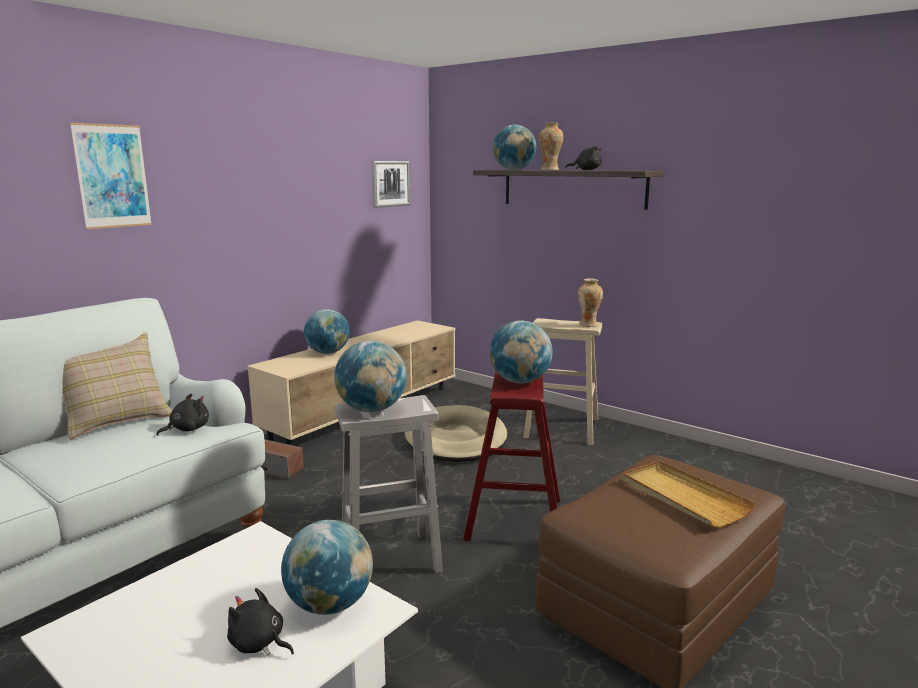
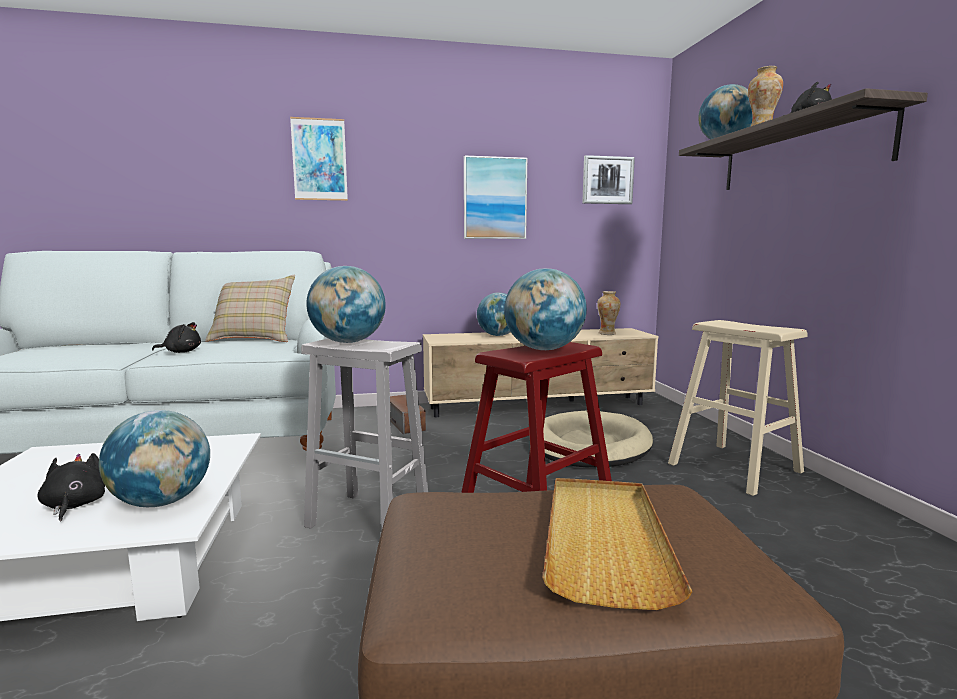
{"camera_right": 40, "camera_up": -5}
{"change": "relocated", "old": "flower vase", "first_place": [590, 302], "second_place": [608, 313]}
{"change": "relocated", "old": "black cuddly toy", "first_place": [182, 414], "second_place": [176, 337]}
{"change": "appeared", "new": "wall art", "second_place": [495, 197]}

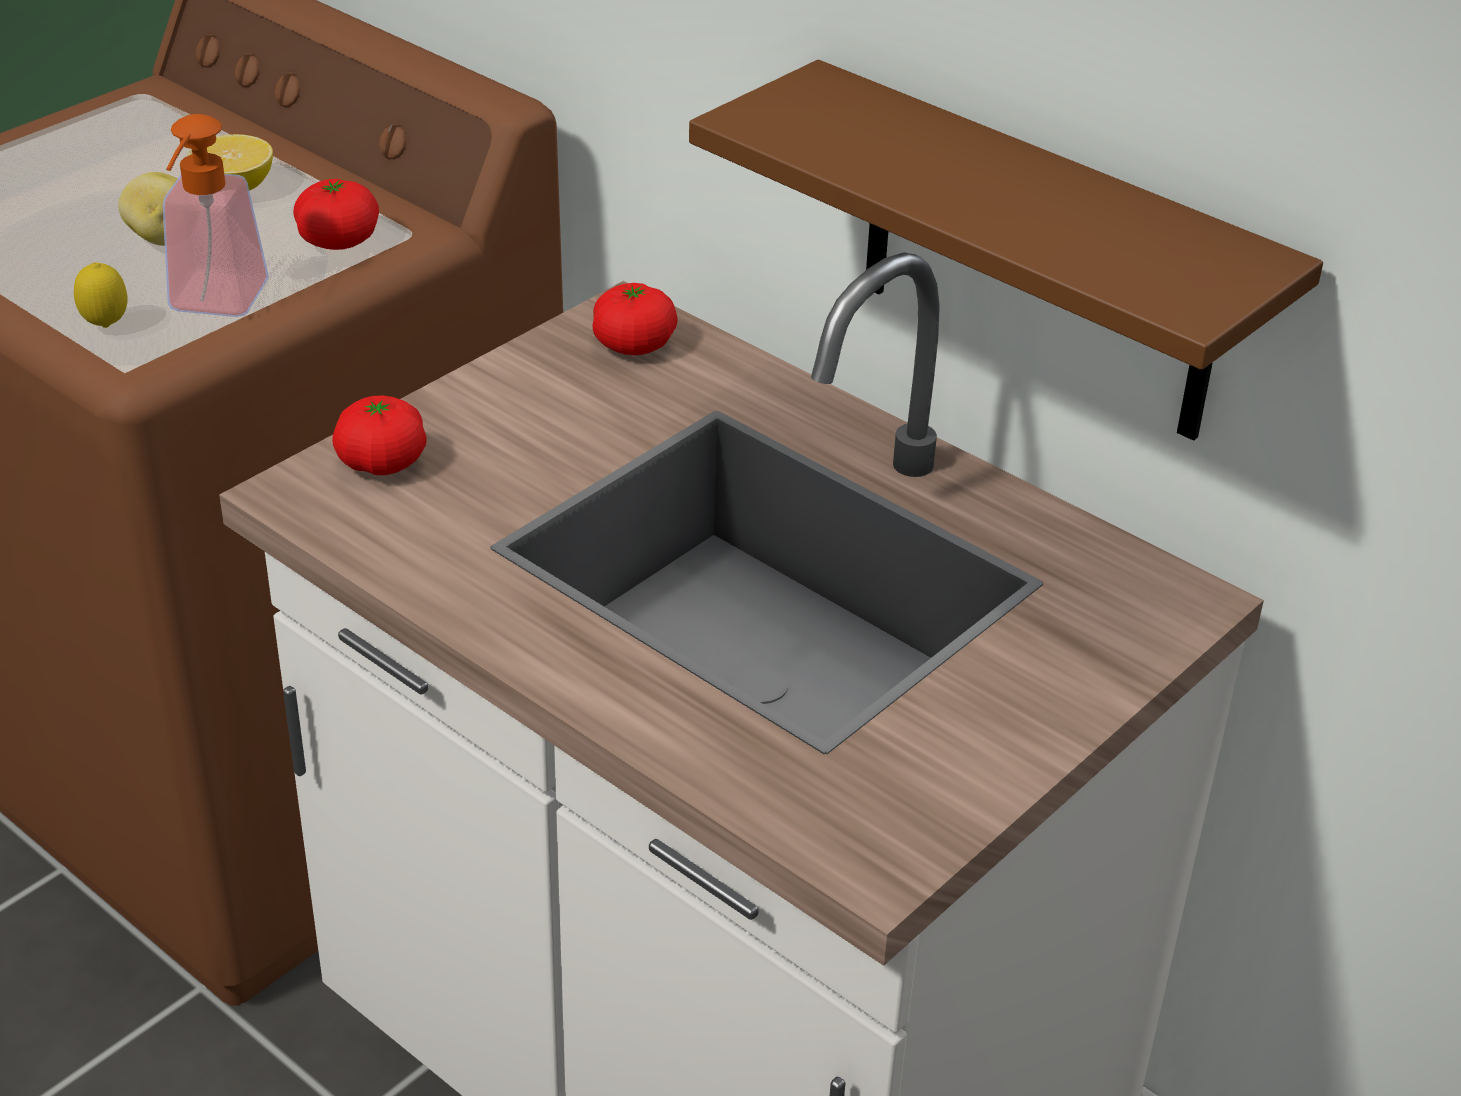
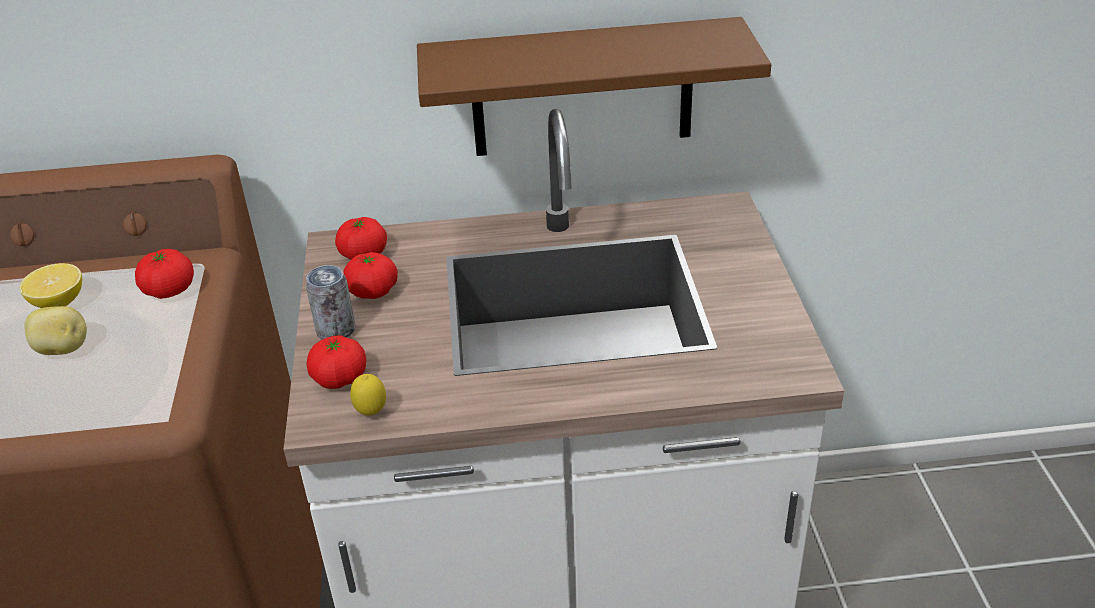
{"camera_right": -45, "camera_up": 0}
{"change": "missing", "old": "soap dispenser", "first_place": [216, 215]}
{"change": "relocated", "old": "whole lemon", "first_place": [101, 295], "second_place": [368, 394]}
{"change": "appeared", "new": "tomato", "second_place": [370, 275]}
{"change": "appeared", "new": "can", "second_place": [331, 302]}

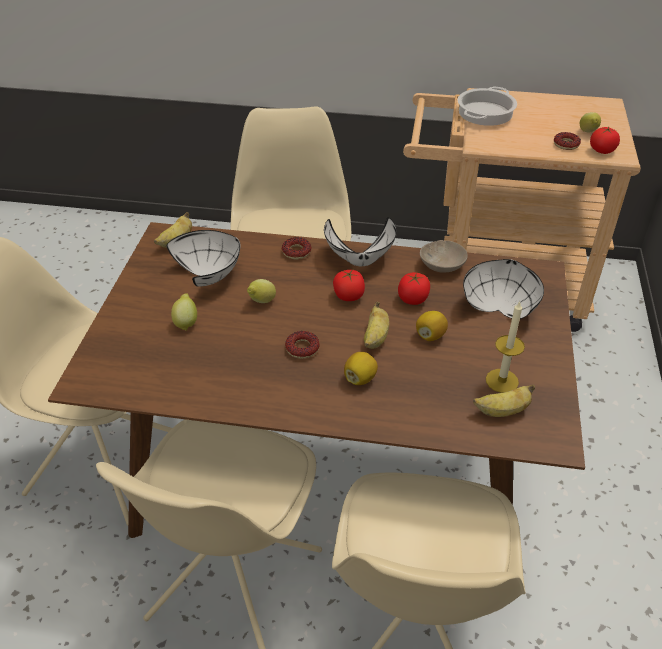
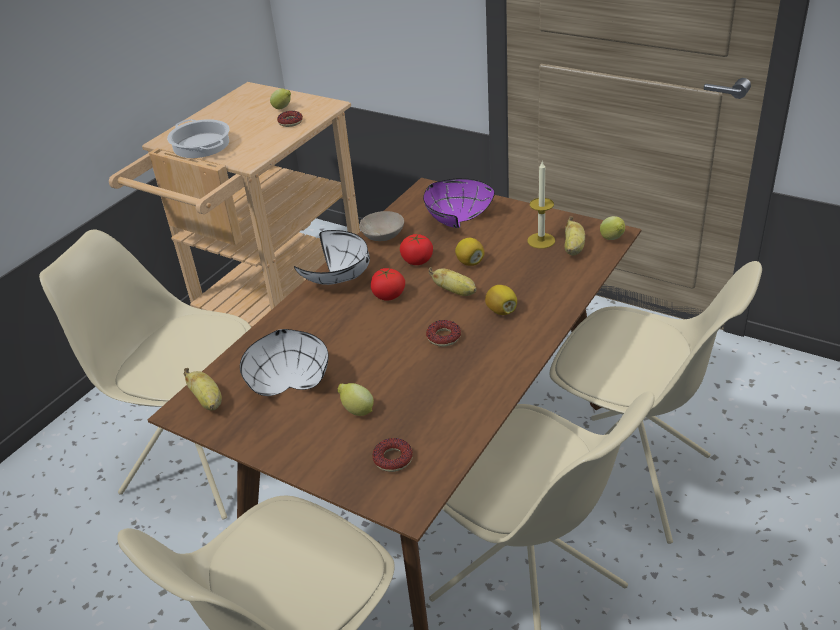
{"camera_right": -65, "camera_up": -5}
{"change": "missing", "old": "tomato", "first_place": [605, 140]}
{"change": "relocated", "old": "doughnut", "first_place": [297, 248], "second_place": [393, 455]}
{"change": "colour", "old": "white serving bowl", "new": "purple-coloured serving bowl", "first_place": [503, 289], "second_place": [459, 203]}
{"change": "relocated", "old": "whole lemon", "first_place": [261, 291], "second_place": [612, 228]}

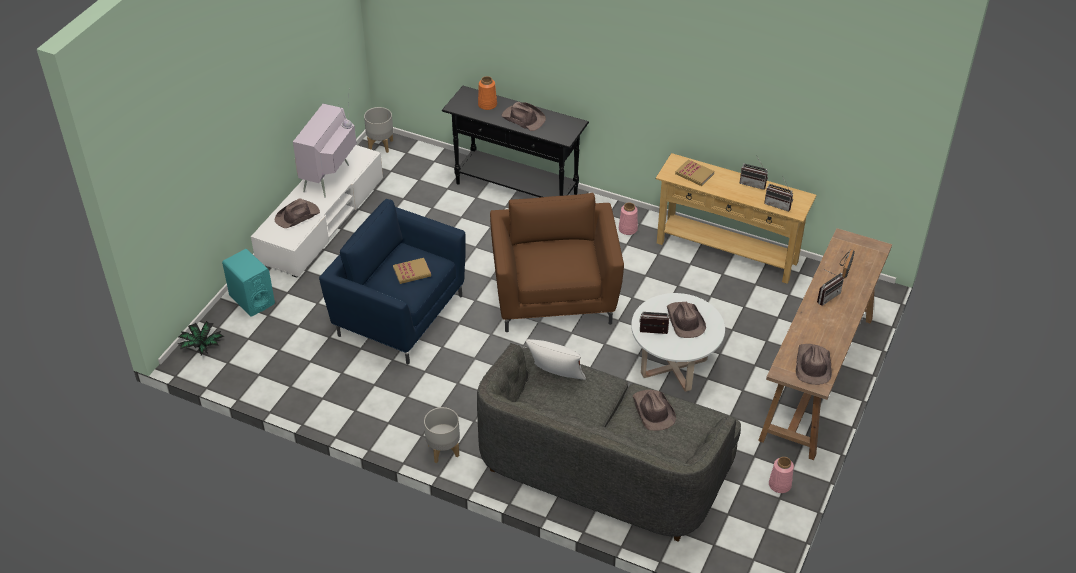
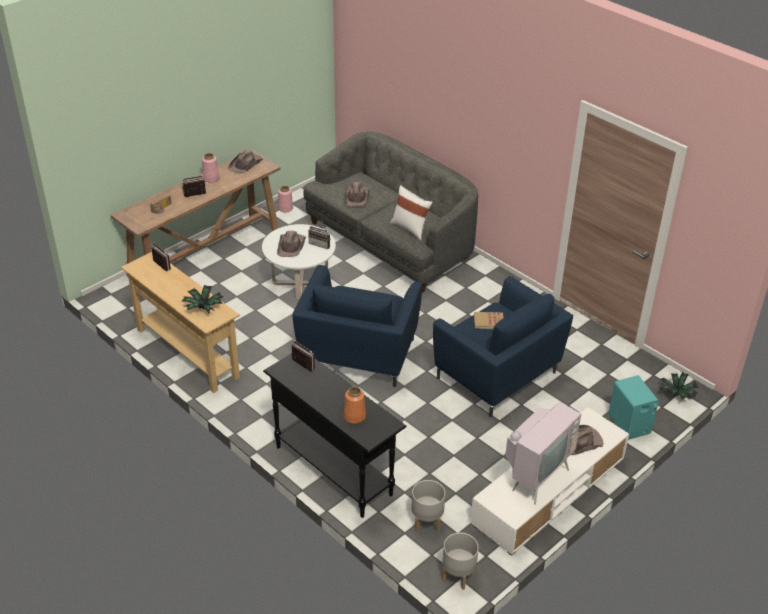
{"camera_right": -160, "camera_up": -5}
{"change": "missing", "old": "brown-coloured wearable hat", "first_place": [523, 116]}
{"change": "relocated", "old": "radio", "first_place": [754, 172], "second_place": [303, 356]}
{"change": "exchanged", "old": "bound book", "new": "plant in a pot", "first_place": [694, 172], "second_place": [202, 299]}
{"change": "colour", "old": "brown-coloured armchair", "new": "blue-coloured armchair", "first_place": [557, 262], "second_place": [357, 326]}
{"change": "relocated", "old": "pink flower vase", "first_place": [628, 219], "second_place": [211, 168]}
{"change": "relocated", "old": "grey plant pot", "first_place": [442, 435], "second_place": [428, 506]}

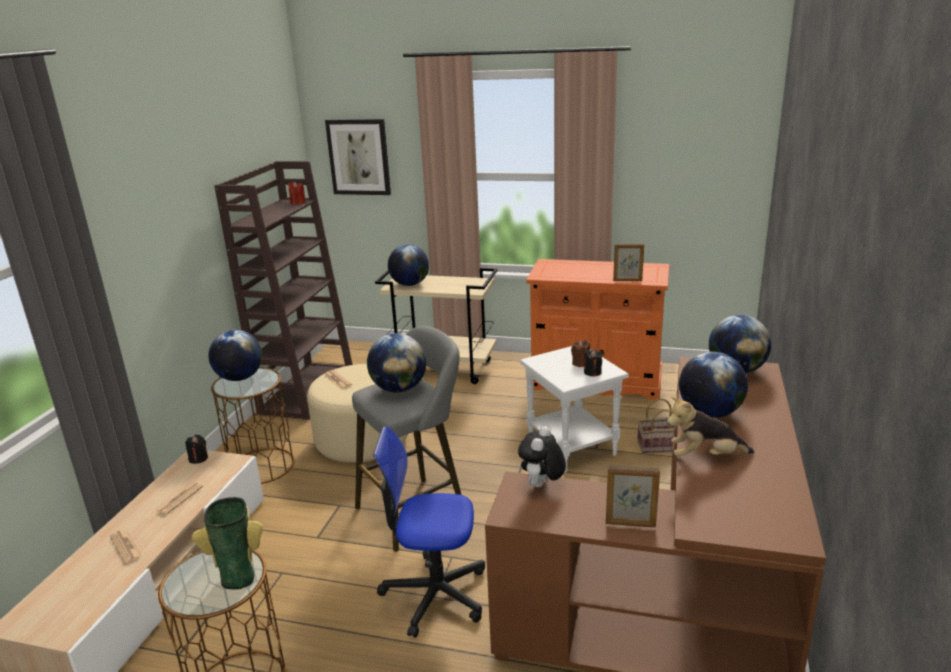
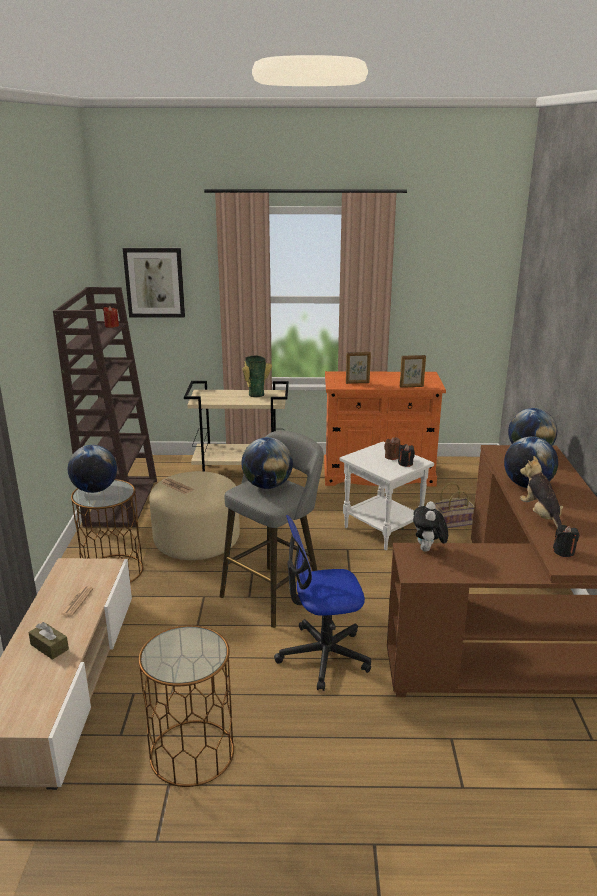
{"camera_right": -15, "camera_up": 0}
{"change": "missing", "old": "globe", "first_place": [408, 265]}
{"change": "spun", "old": "cuddly toy", "first_place": [710, 427], "second_place": [541, 492], "degrees": 90}
{"change": "relocated", "old": "black candle", "first_place": [196, 449], "second_place": [566, 541]}
{"change": "relocated", "old": "photo frame", "first_place": [633, 496], "second_place": [358, 368]}
{"change": "relocated", "old": "flower vase", "first_place": [227, 543], "second_place": [257, 376]}
{"change": "exchanged", "old": "daily paper", "new": "brown-coloured box of tissues", "first_place": [126, 547], "second_place": [48, 641]}

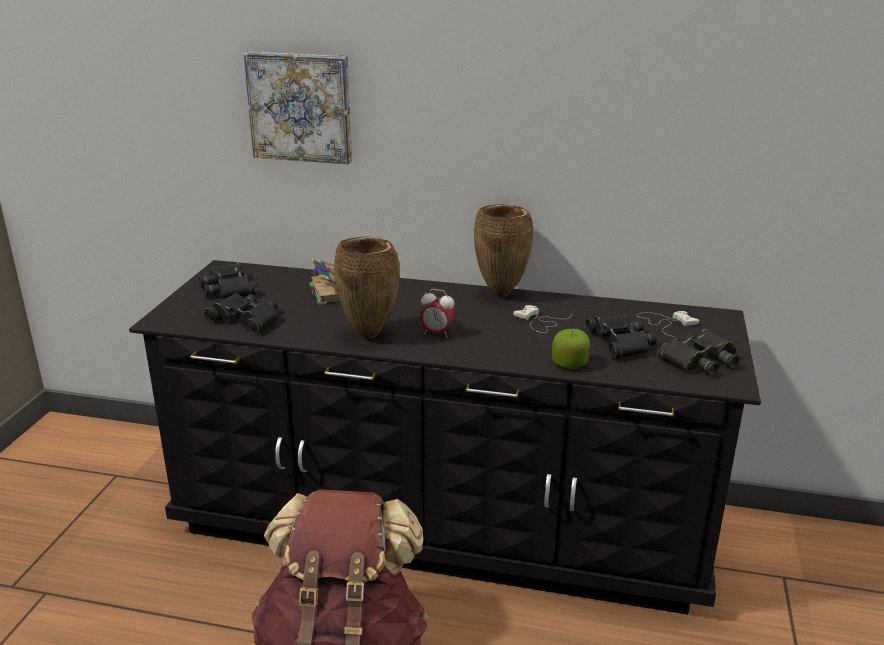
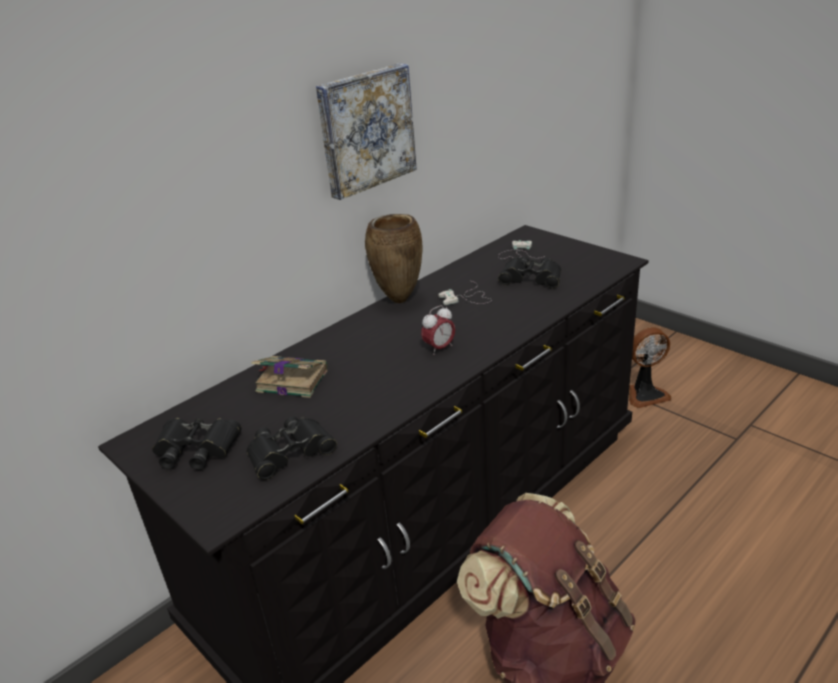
{"camera_right": -55, "camera_up": 5}
{"change": "relocated", "old": "wall art", "first_place": [298, 108], "second_place": [366, 131]}
{"change": "missing", "old": "brown-coloured flower vase", "first_place": [367, 288]}
{"change": "missing", "old": "apple", "first_place": [571, 349]}
{"change": "missing", "old": "black field glasses", "first_place": [698, 352]}
{"change": "appeared", "new": "fan", "second_place": [650, 367]}

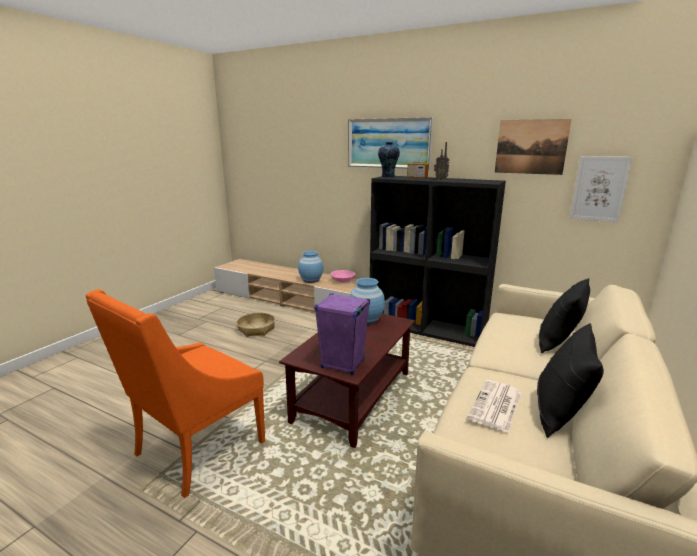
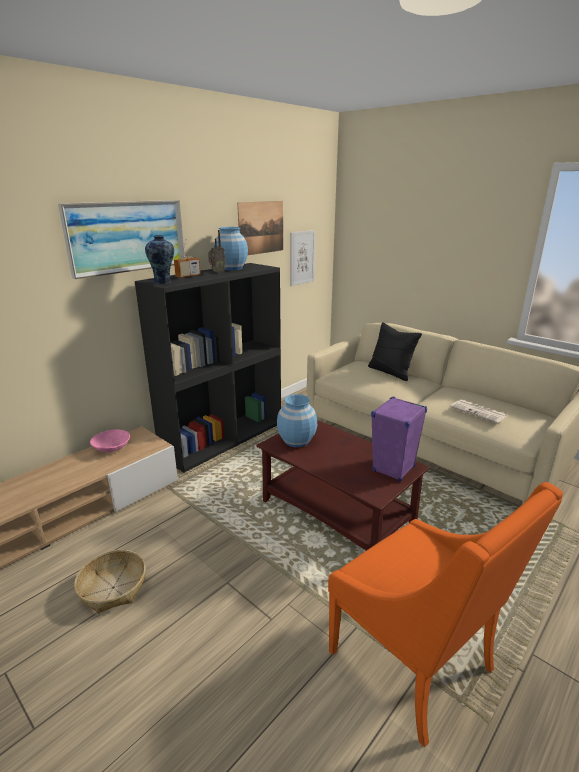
{"camera_right": -75, "camera_up": 5}
{"change": "relocated", "old": "blue-coloured flower vase", "first_place": [310, 267], "second_place": [230, 248]}
{"change": "missing", "old": "black pillow", "first_place": [570, 380]}

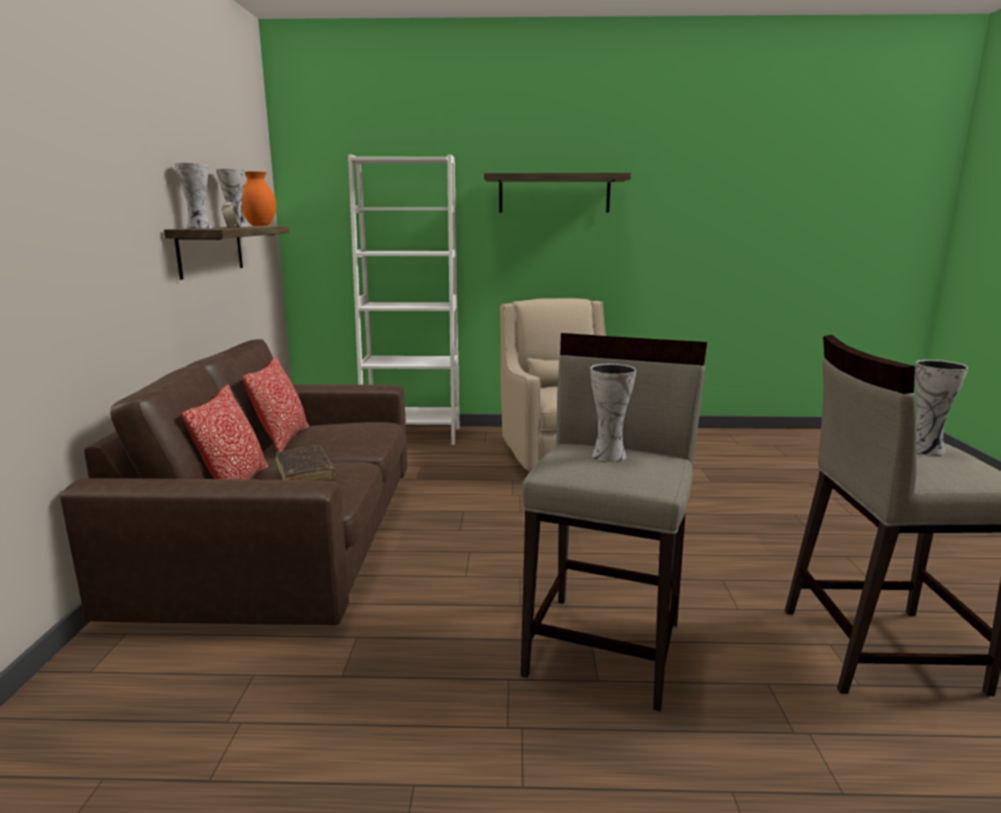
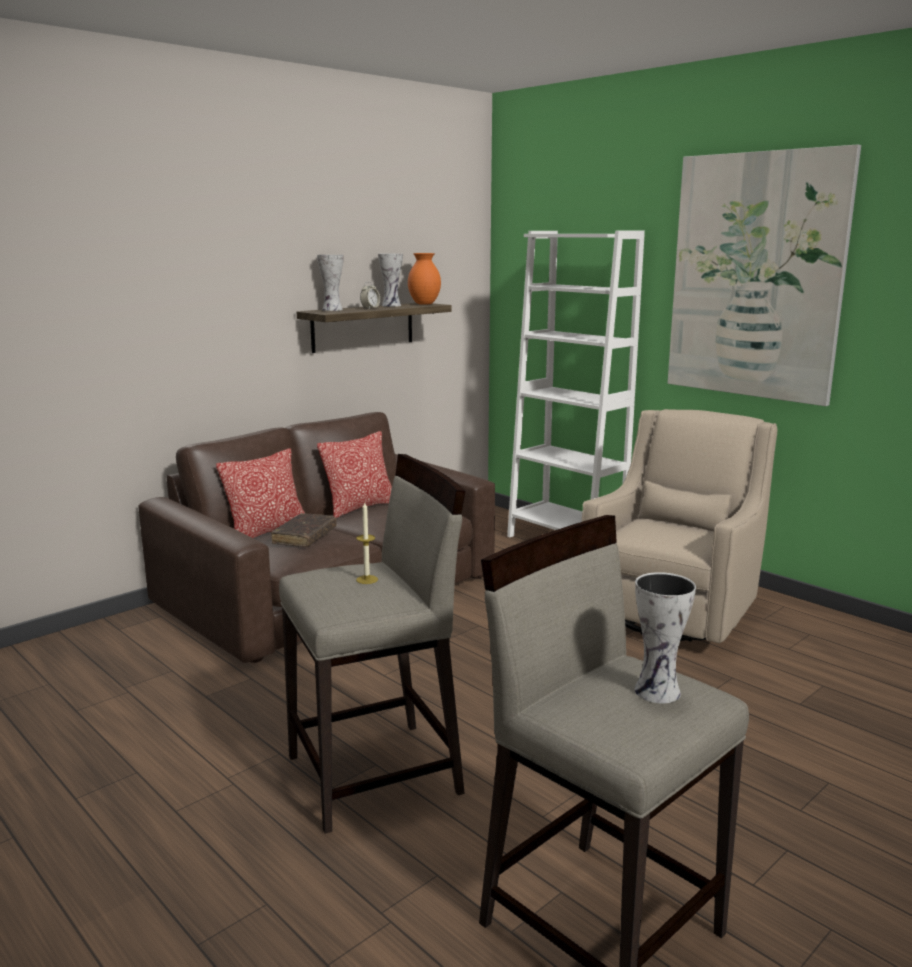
{"camera_right": 45, "camera_up": 0}
{"change": "exchanged", "old": "shelf", "new": "wall art", "first_place": [557, 192], "second_place": [764, 275]}
{"change": "exchanged", "old": "flower vase", "new": "candle", "first_place": [613, 413], "second_place": [367, 543]}

